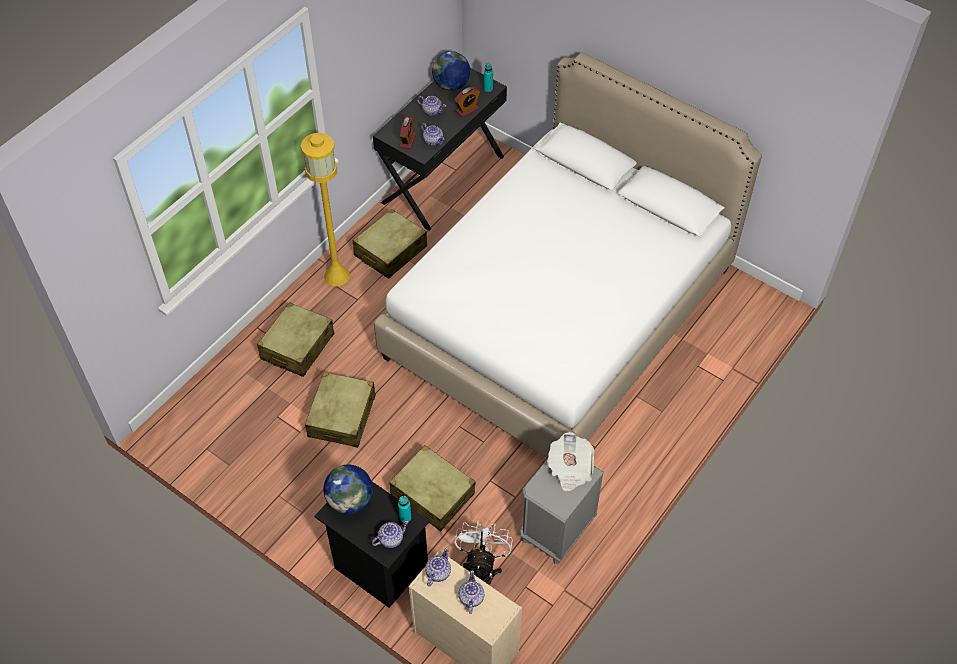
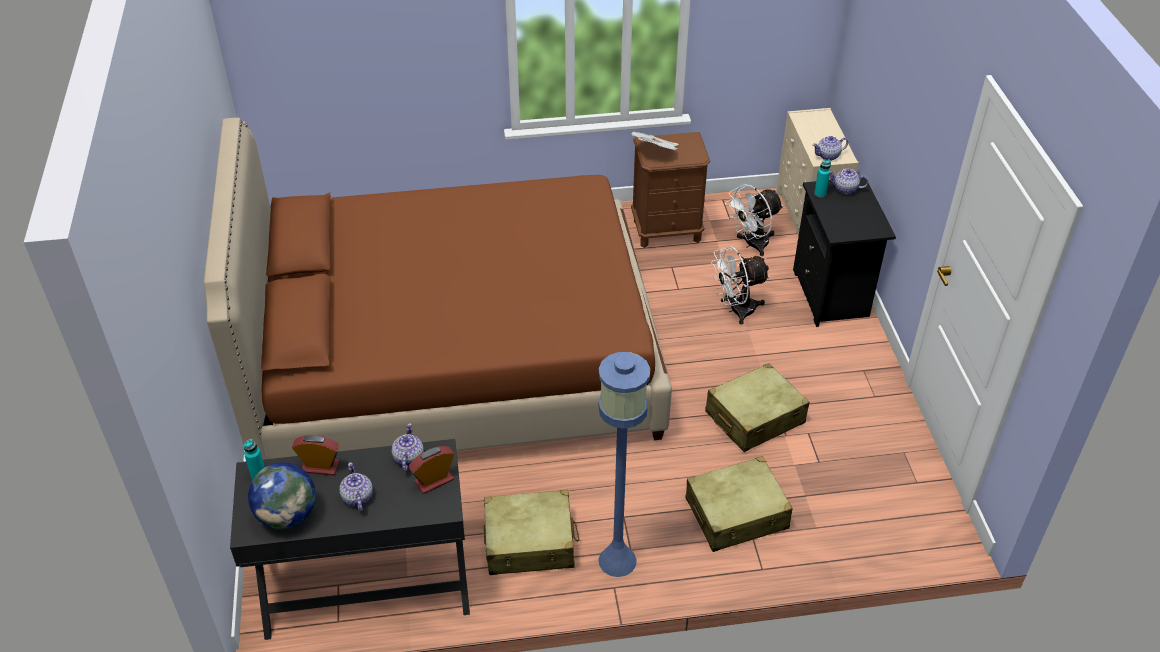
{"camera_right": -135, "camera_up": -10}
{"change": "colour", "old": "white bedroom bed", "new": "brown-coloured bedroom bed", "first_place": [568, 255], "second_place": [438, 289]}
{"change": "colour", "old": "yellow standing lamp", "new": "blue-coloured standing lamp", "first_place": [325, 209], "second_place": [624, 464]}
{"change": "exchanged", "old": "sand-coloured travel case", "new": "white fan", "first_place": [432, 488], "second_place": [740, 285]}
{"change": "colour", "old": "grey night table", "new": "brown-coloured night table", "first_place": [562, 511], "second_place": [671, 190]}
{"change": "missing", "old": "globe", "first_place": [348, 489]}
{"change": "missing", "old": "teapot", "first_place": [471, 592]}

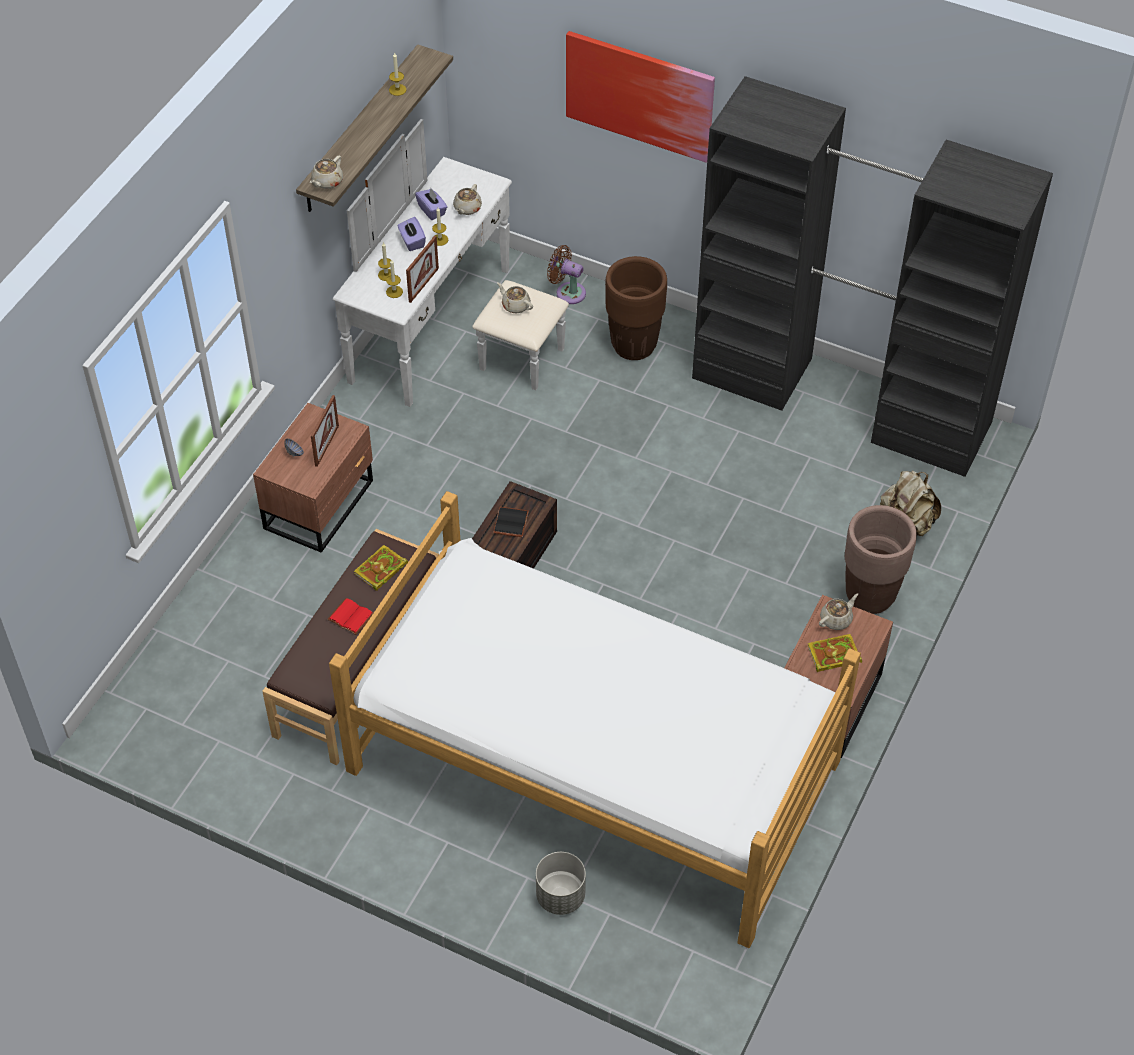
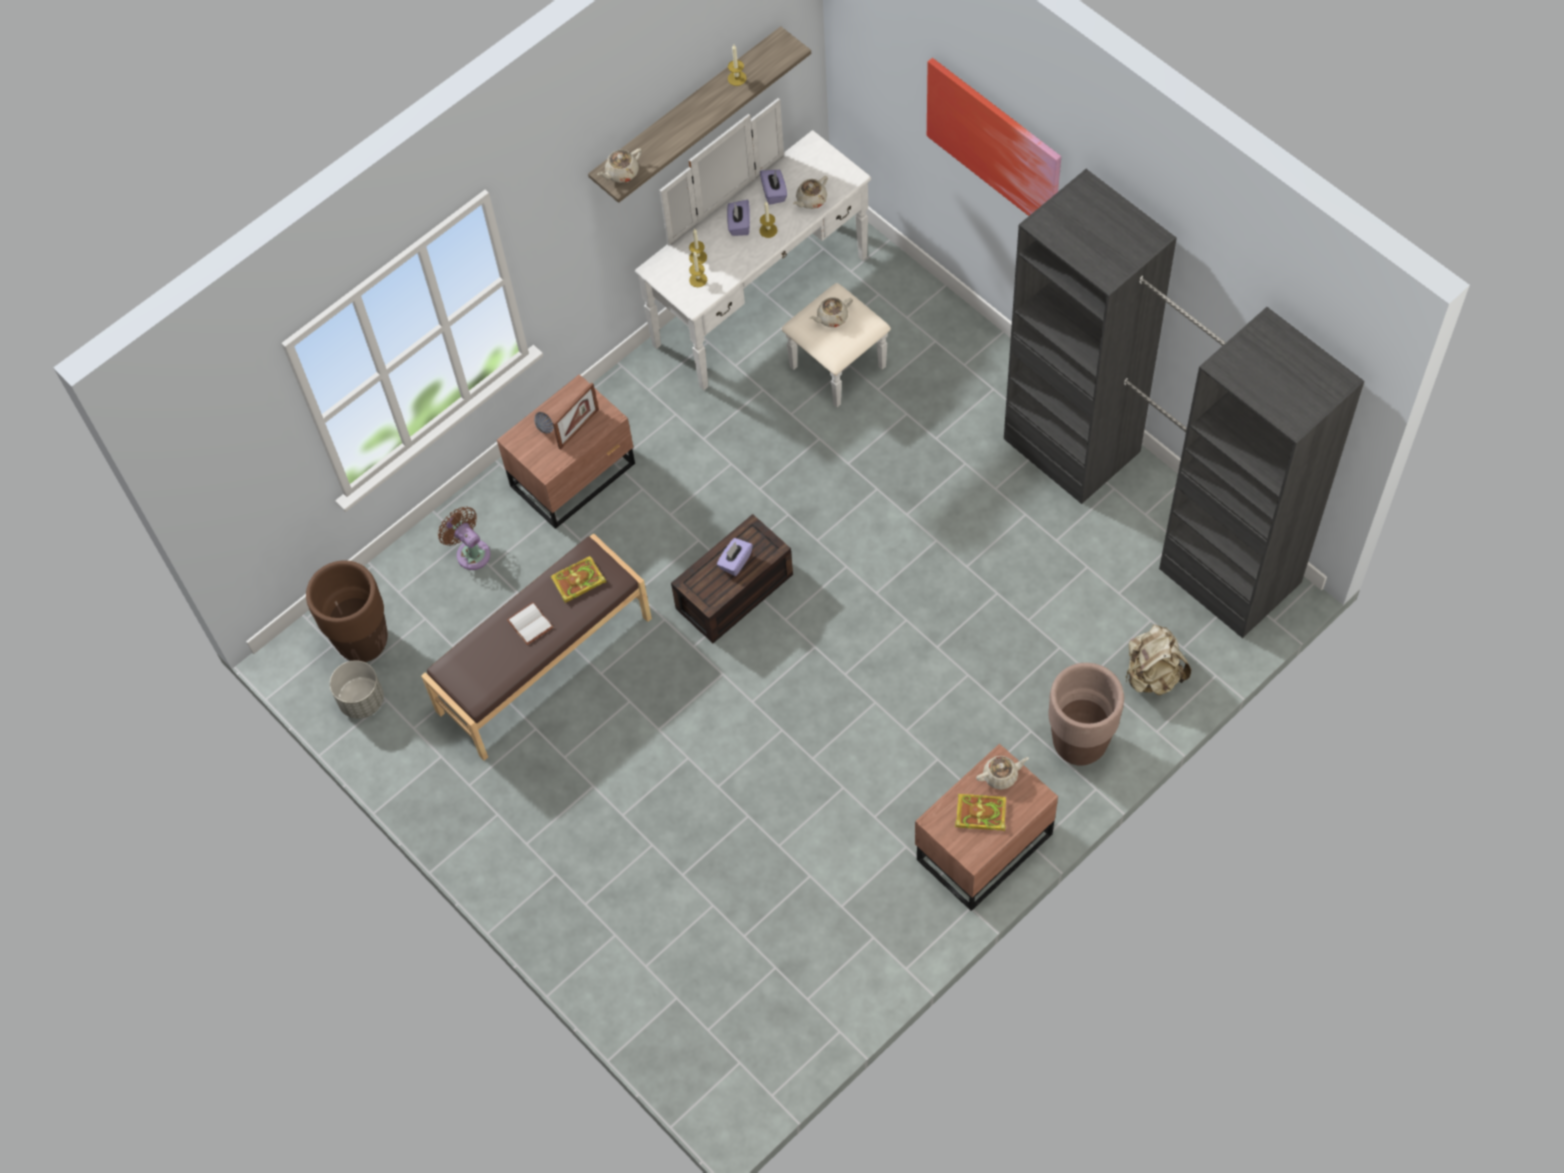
{"camera_right": 25, "camera_up": 10}
{"change": "missing", "old": "photo frame", "first_place": [422, 269]}
{"change": "relocated", "old": "brown-coloured fan", "first_place": [566, 274], "second_place": [464, 538]}
{"change": "relocated", "old": "brown-coloured plant pot", "first_place": [636, 308], "second_place": [347, 611]}
{"change": "spun", "old": "sand-coloured teapot", "first_place": [515, 297], "second_place": [831, 312], "degrees": -90}
{"change": "missing", "old": "bedroom bed", "first_place": [595, 719]}
{"change": "exchanged", "old": "black bound book", "new": "purple-coloured box of tissues", "first_place": [511, 522], "second_place": [735, 557]}
{"change": "colour", "old": "red bound book", "new": "white bound book", "first_place": [350, 616], "second_place": [530, 623]}
{"change": "relocated", "old": "grey plant pot", "first_place": [561, 883], "second_place": [357, 689]}

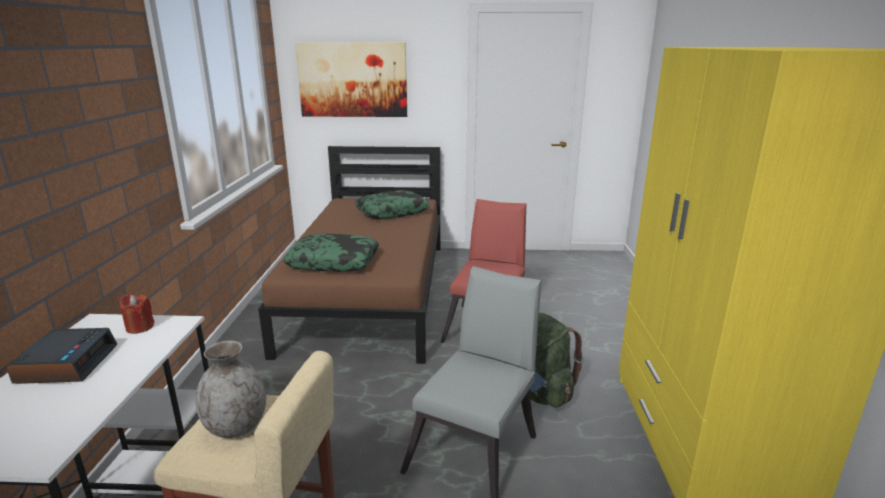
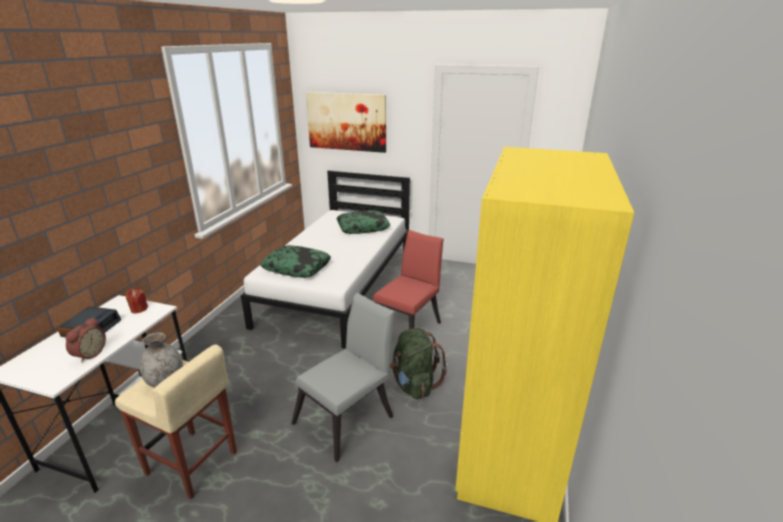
{"camera_right": 15, "camera_up": 5}
{"change": "colour", "old": "brown-coloured bedroom bed", "new": "white bedroom bed", "first_place": [349, 255], "second_place": [325, 259]}
{"change": "appeared", "new": "table clock", "second_place": [86, 340]}

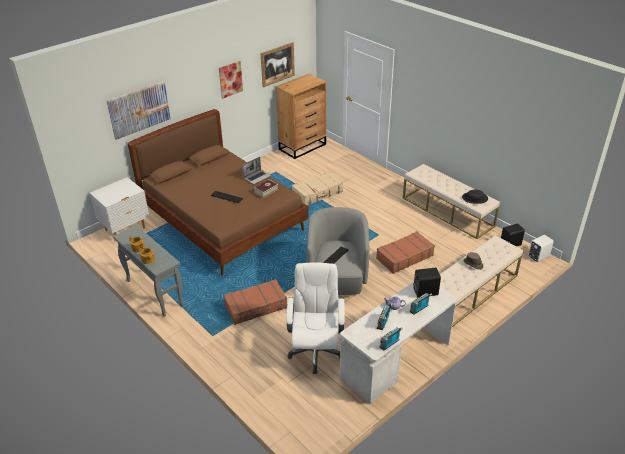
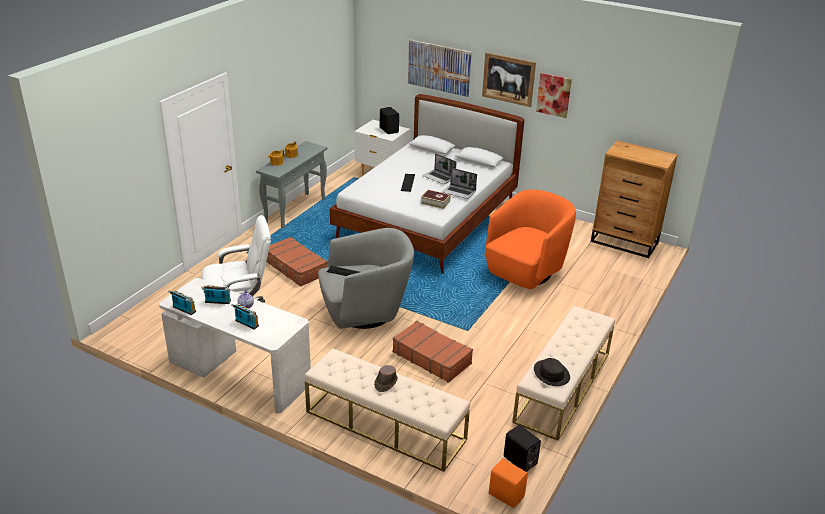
{"camera_right": 70, "camera_up": -5}
{"change": "relocated", "old": "wall art", "first_place": [277, 64], "second_place": [509, 79]}
{"change": "colour", "old": "brown-coloured bedroom bed", "new": "white bedroom bed", "first_place": [218, 192], "second_place": [427, 184]}
{"change": "exchanged", "old": "sand-coloured travel case", "new": "orange-coloured armchair", "first_place": [317, 188], "second_place": [530, 239]}
{"change": "colour", "old": "white speaker", "new": "orange-coloured speaker", "first_place": [541, 248], "second_place": [508, 483]}
{"change": "relocated", "old": "black speaker", "first_place": [427, 283], "second_place": [389, 120]}
{"change": "appeared", "new": "laptop", "second_place": [440, 168]}

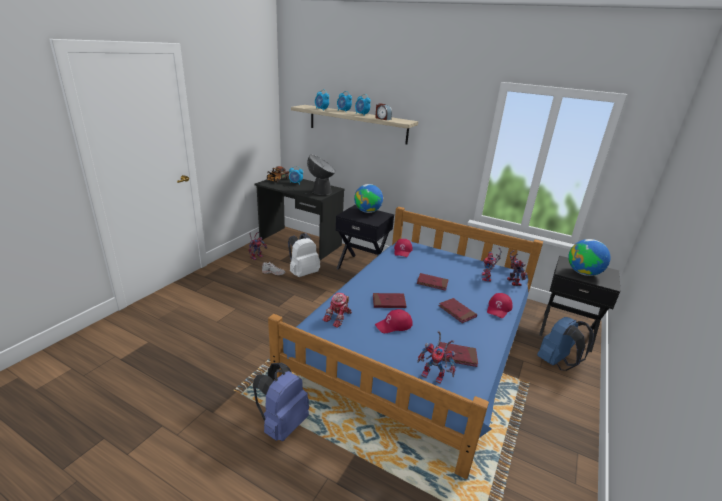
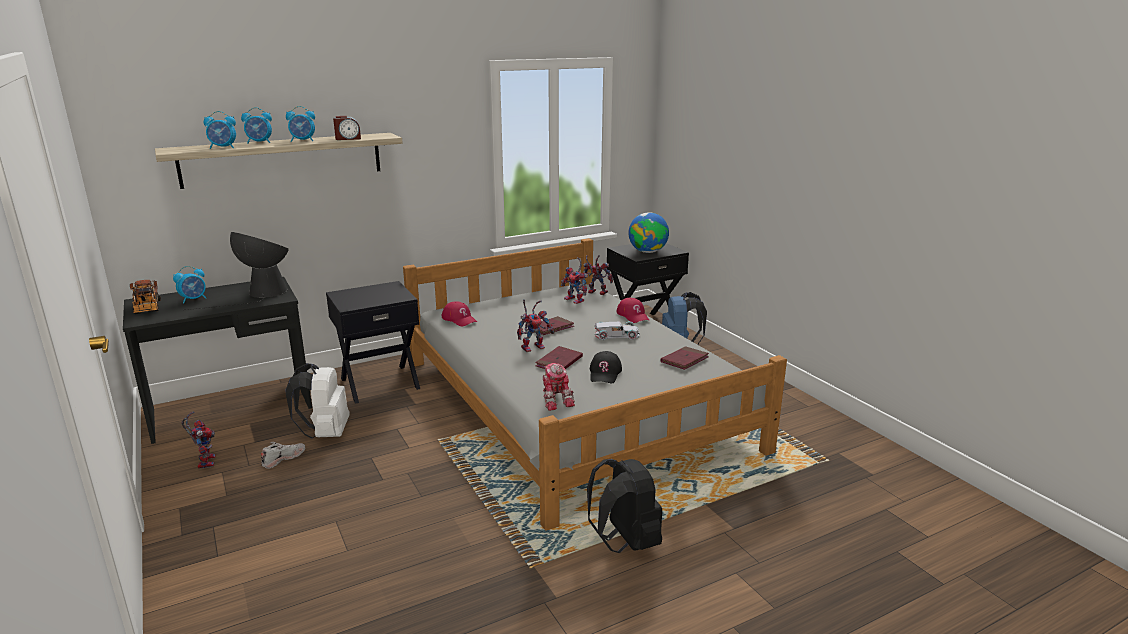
{"camera_right": -55, "camera_up": -5}
{"change": "missing", "old": "globe", "first_place": [368, 198]}
{"change": "colour", "old": "blue-coloured bedroom bed", "new": "grey bedroom bed", "first_place": [405, 343], "second_place": [595, 384]}
{"change": "exchanged", "old": "red bound book", "new": "white model car", "first_place": [458, 310], "second_place": [617, 330]}
{"change": "colour", "old": "red cap", "new": "black cap", "first_place": [394, 321], "second_place": [606, 367]}
{"change": "relocated", "old": "robot figure", "first_place": [436, 357], "second_place": [536, 325]}
{"change": "colour", "old": "blue-coloured backpack", "new": "black backpack", "first_place": [281, 402], "second_place": [624, 506]}

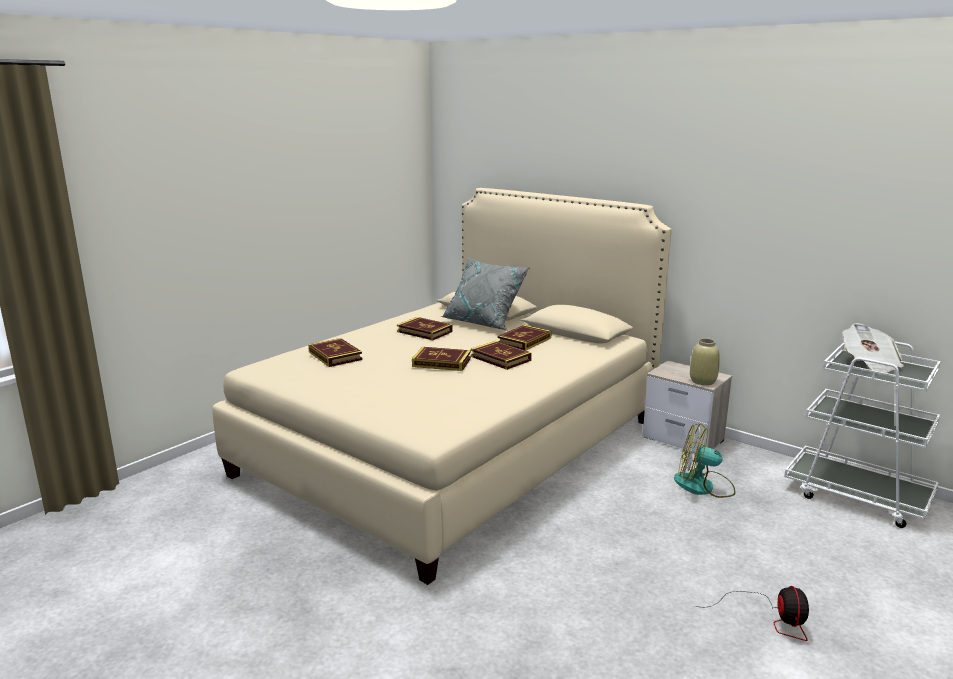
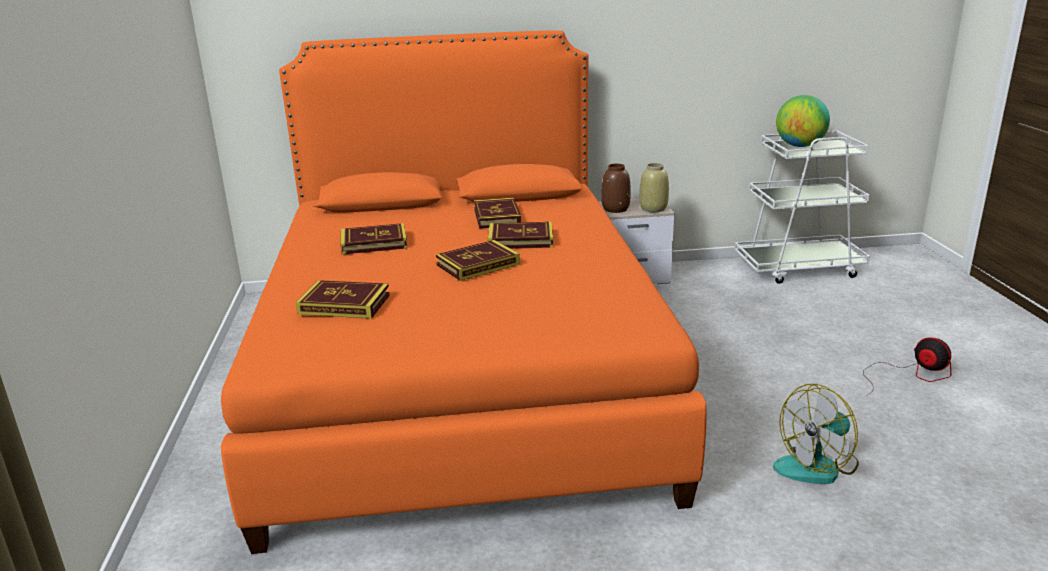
{"camera_right": -45, "camera_up": 5}
{"change": "colour", "old": "sand-coloured bedroom bed", "new": "orange-coloured bedroom bed", "first_place": [442, 386], "second_place": [464, 292]}
{"change": "missing", "old": "grey pillow", "first_place": [485, 294]}
{"change": "exchanged", "old": "daily paper", "new": "globe", "first_place": [873, 349], "second_place": [803, 121]}
{"change": "relocated", "old": "fan", "first_place": [705, 460], "second_place": [816, 434]}
{"change": "appeared", "new": "brown-coloured flower vase", "second_place": [616, 188]}

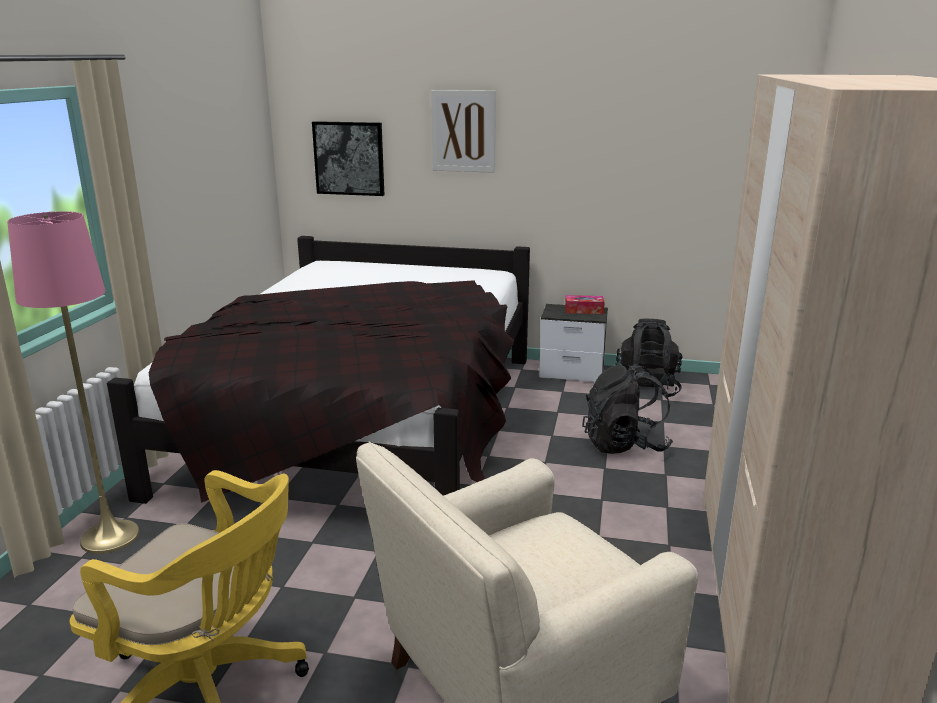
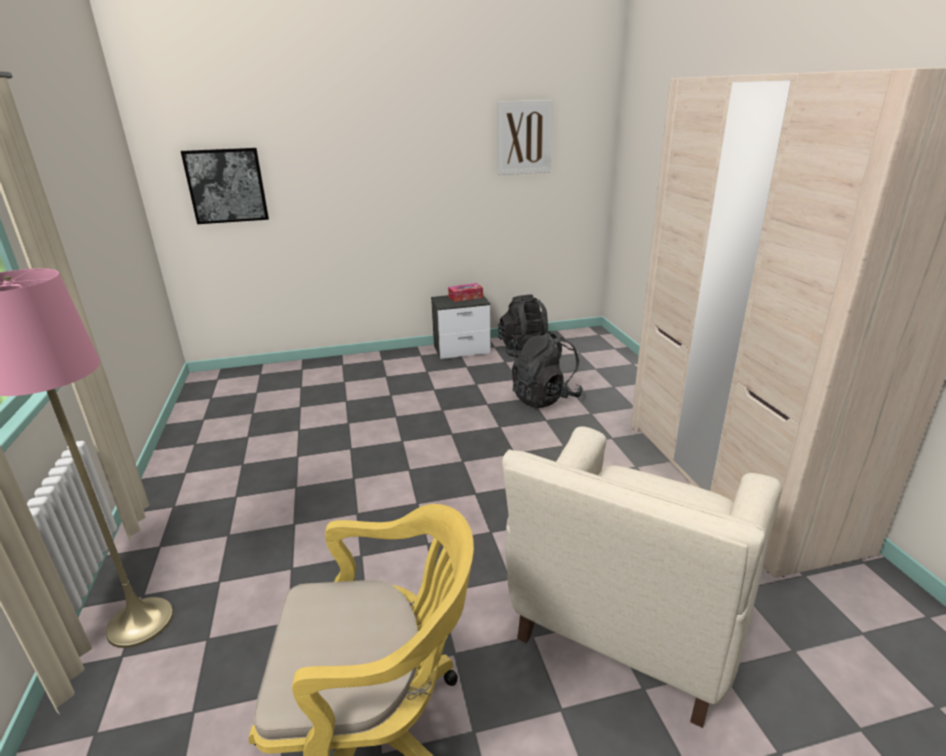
{"camera_right": -25, "camera_up": 5}
{"change": "relocated", "old": "wall art", "first_place": [463, 131], "second_place": [525, 137]}
{"change": "missing", "old": "black bedroom bed", "first_place": [318, 370]}

